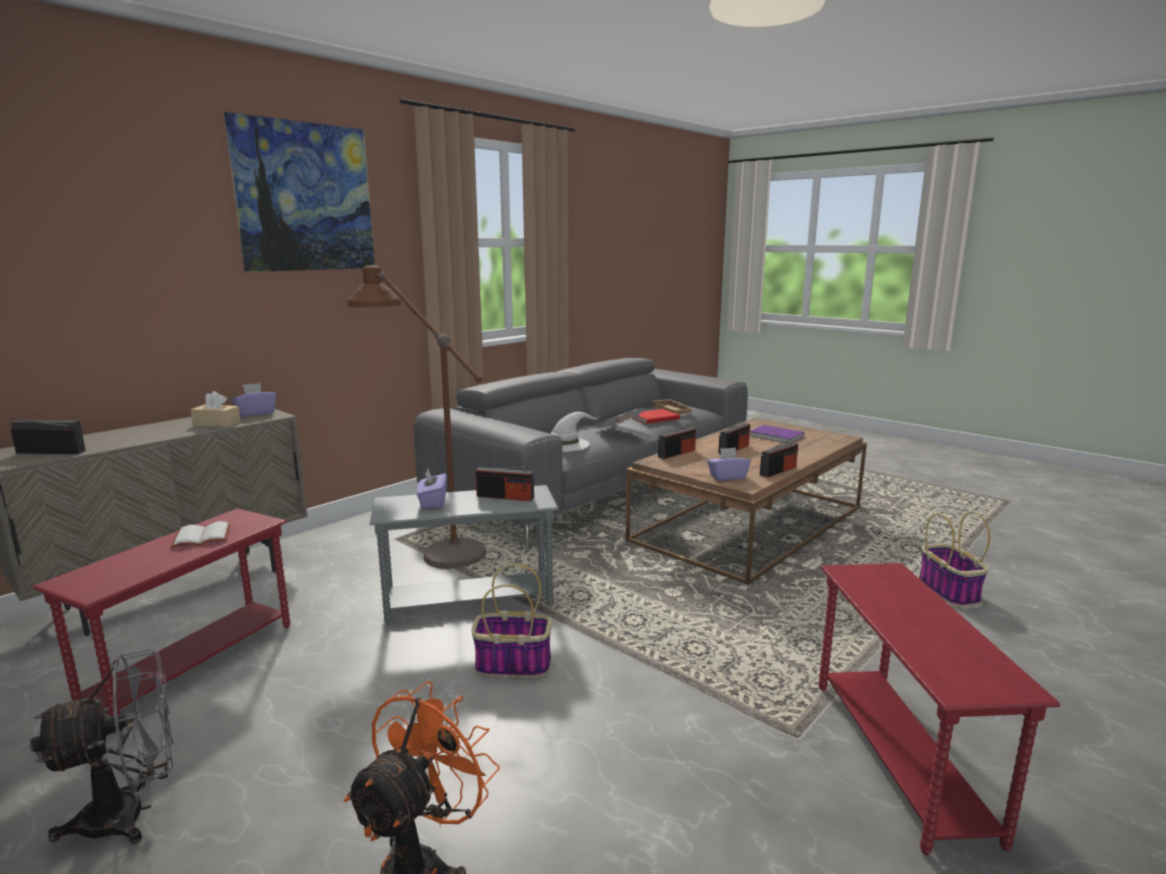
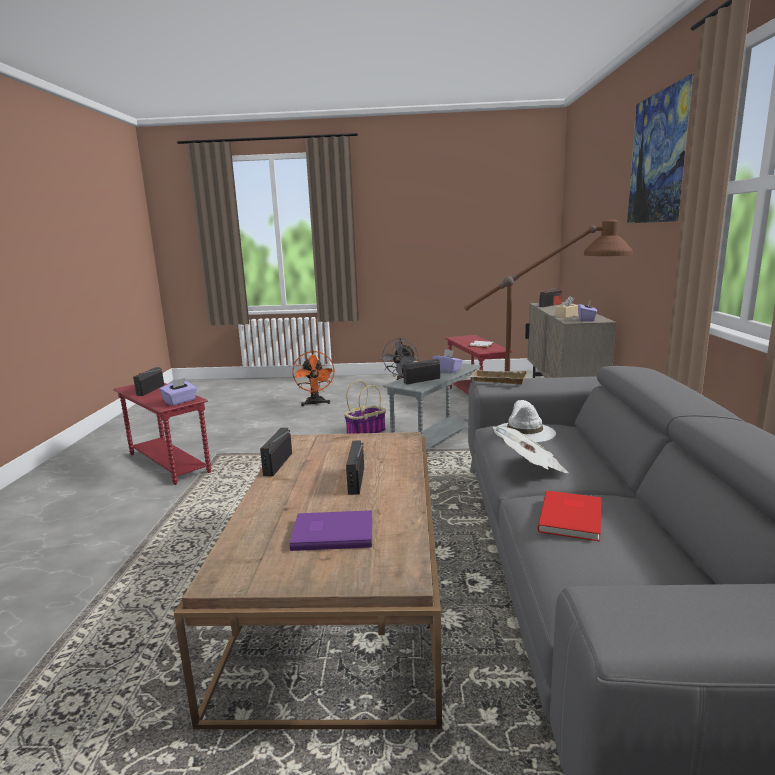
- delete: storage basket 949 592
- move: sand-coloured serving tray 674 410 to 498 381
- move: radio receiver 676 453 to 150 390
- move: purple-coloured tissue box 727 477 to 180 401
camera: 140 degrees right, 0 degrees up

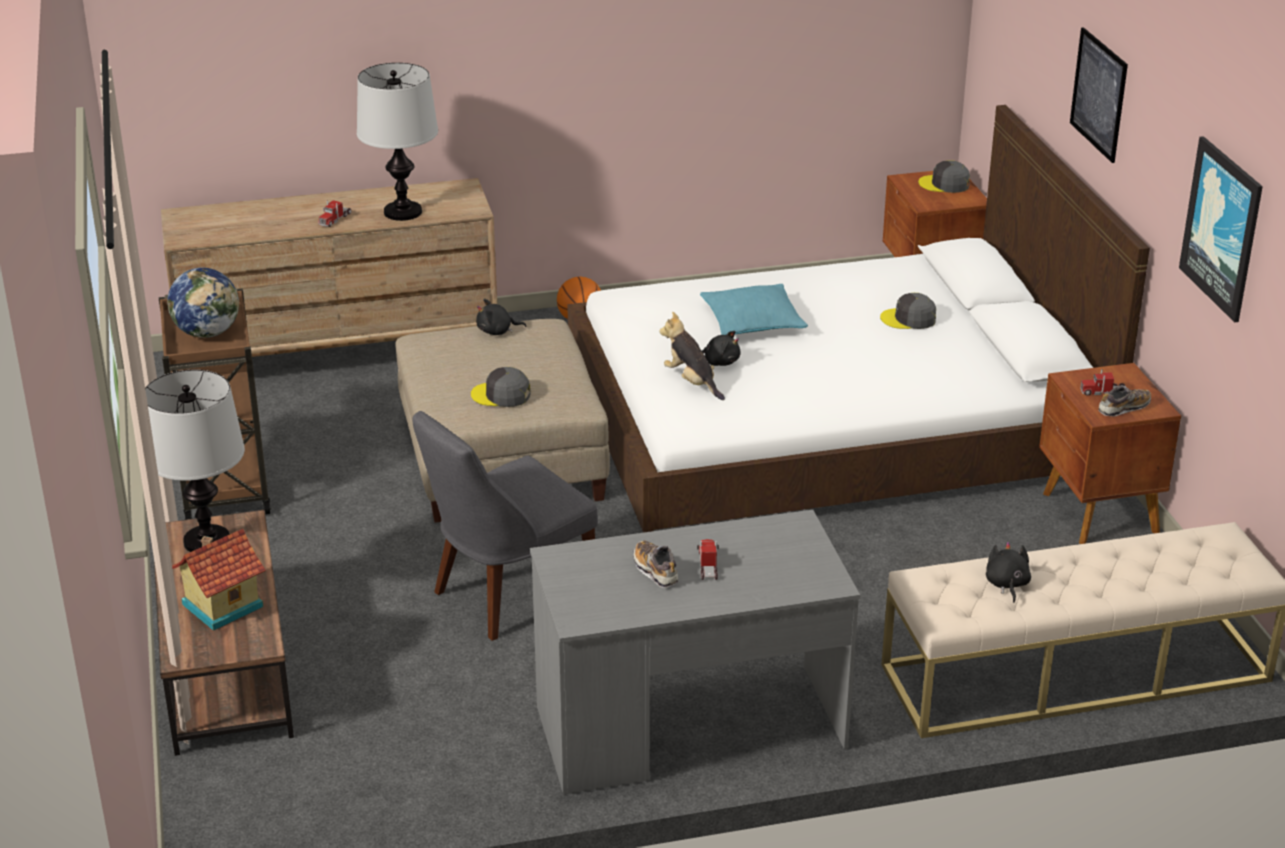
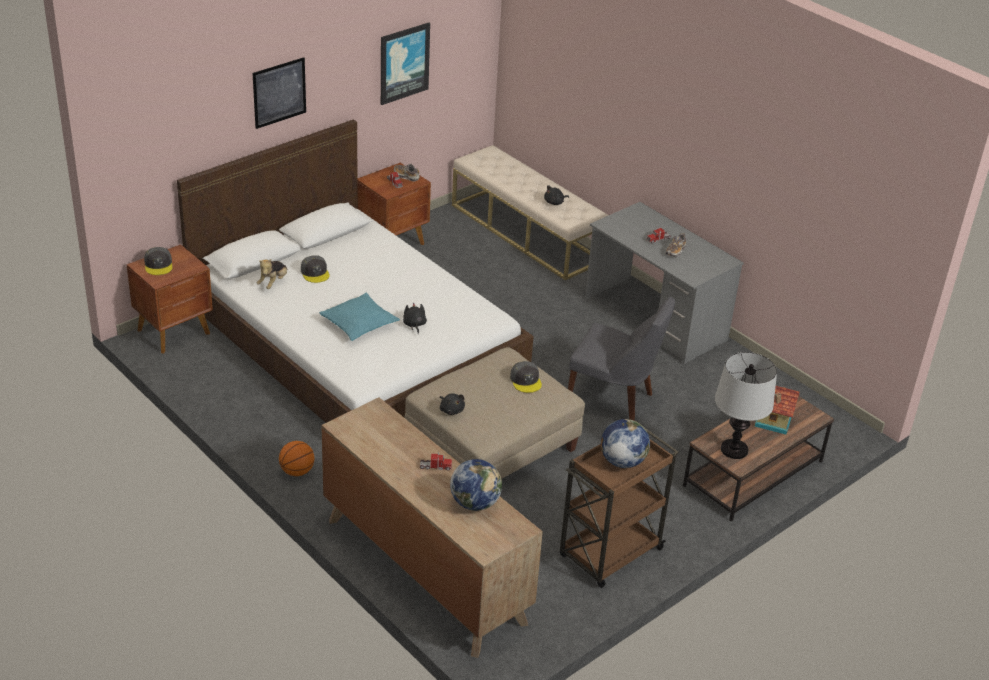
- delete: lamp for a table 403 212
- insert: desk globe 475 503
- move: plush toy 692 382 to 273 282
camera: 120 degrees left, 5 degrees up

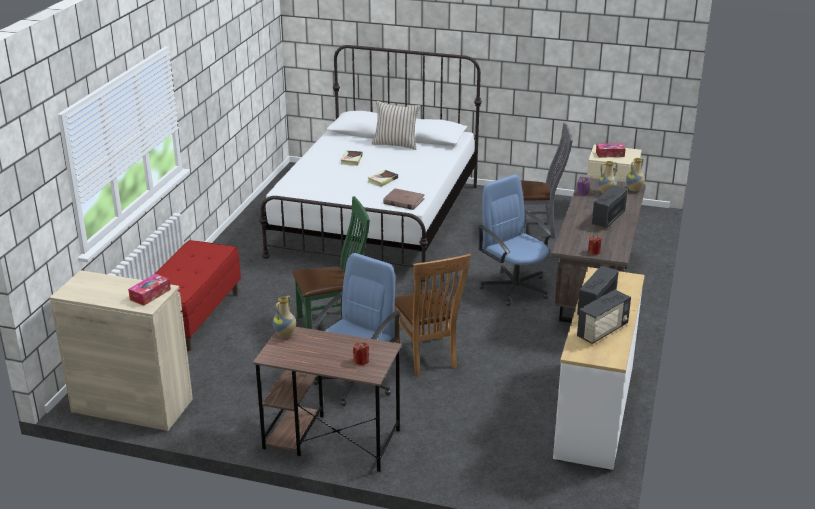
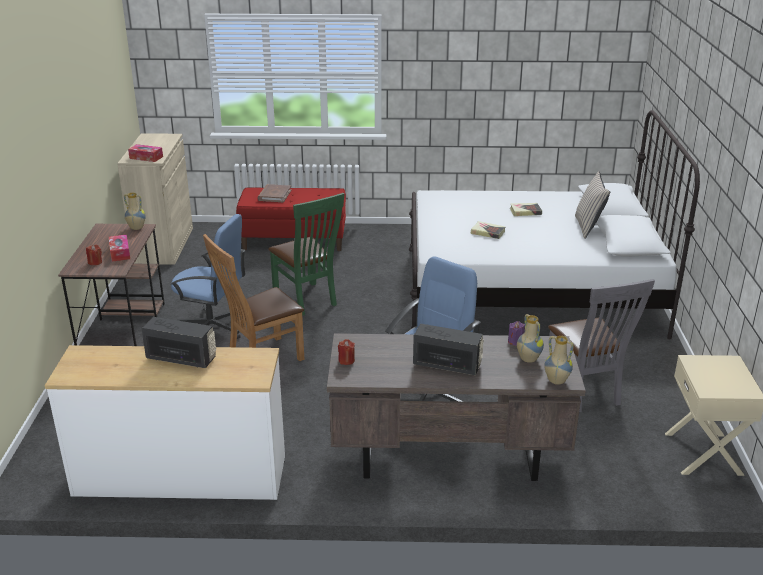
- delete: radio receiver 602 331
- move: brown volume 403 201 to 274 195
- move: tissue box 610 154 to 120 253
camera: 75 degrees right, 0 degrees up

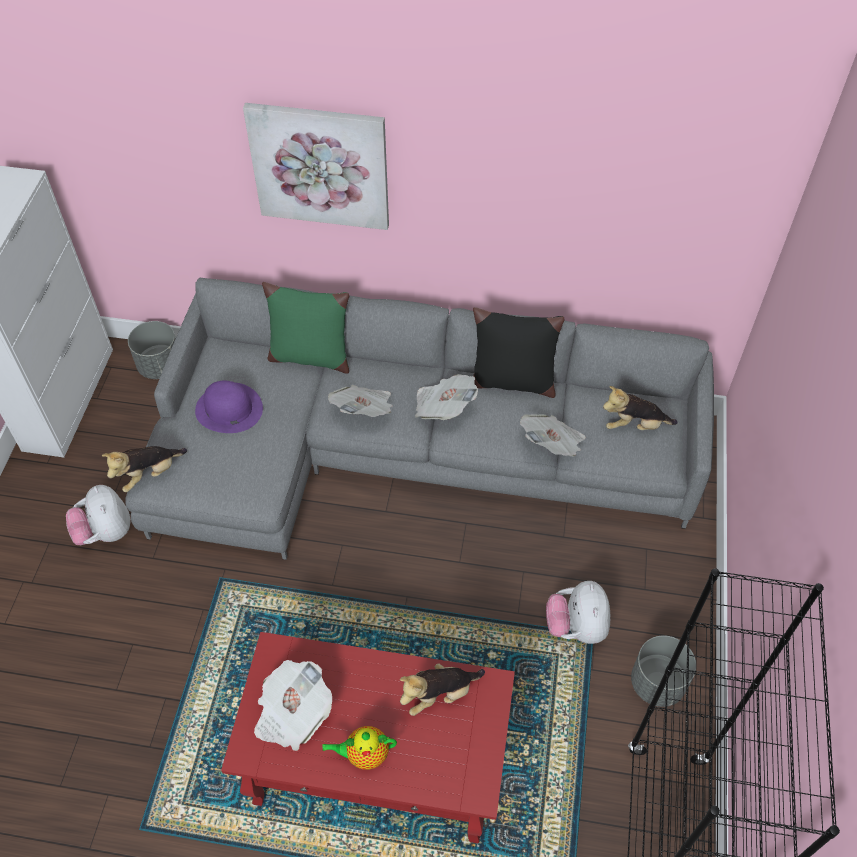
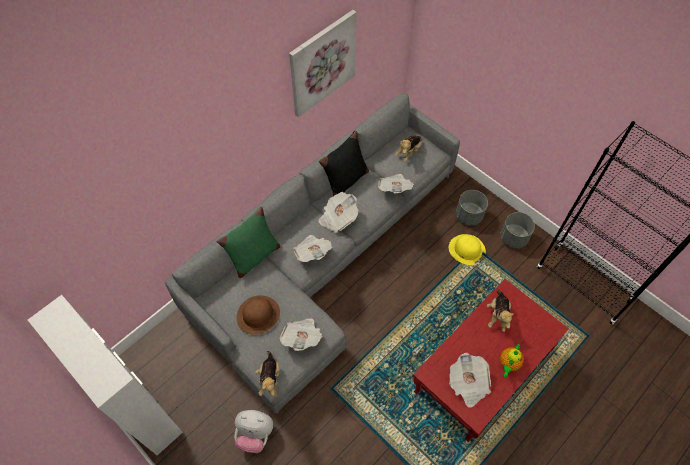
- insert: printed paper 302 337
- move: greyish flower pot 160 366 to 468 215
- move: wall art 320 165 to 322 63
- replace: plush toy 576 627 to yellow-coloured wearable hat 467 250
- recolor: purple-coloured wearable hat 228 409 to brown wearable hat 258 315
camera: 55 degrees left, 5 degrees up

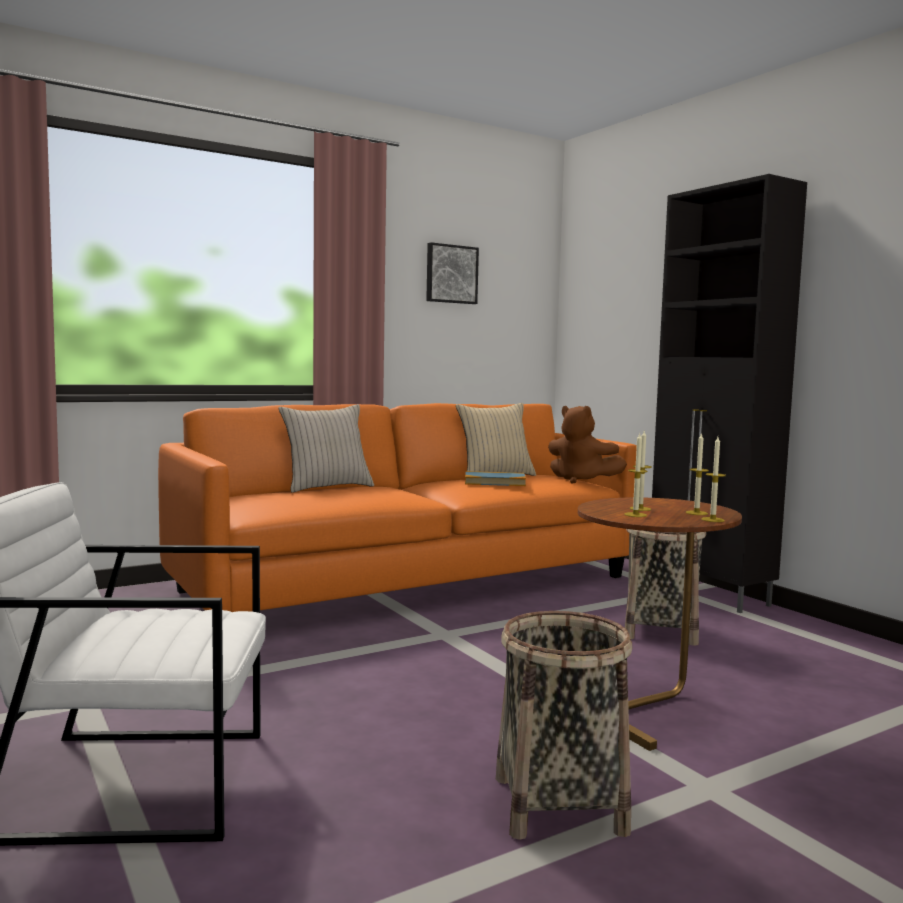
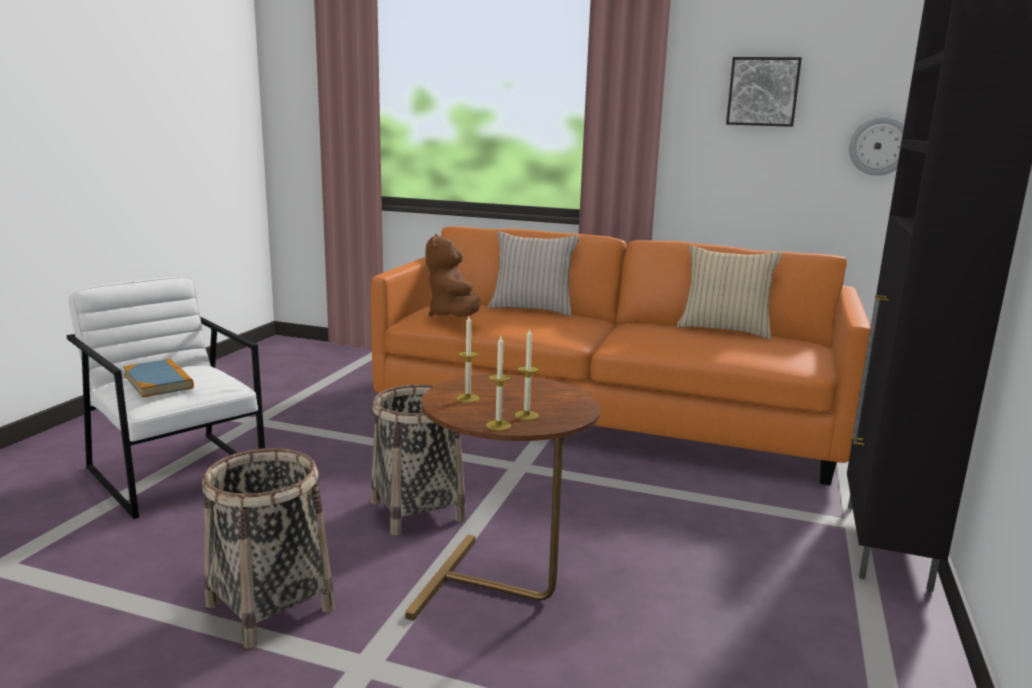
- delete: candle 640 509
- insert: clock on the wall 879 146
- move: volume 494 482 to 158 381
- move: brown plush toy 581 480 to 454 316
- move: storage basket 660 631 to 417 511
camera: 50 degrees right, 10 degrees up

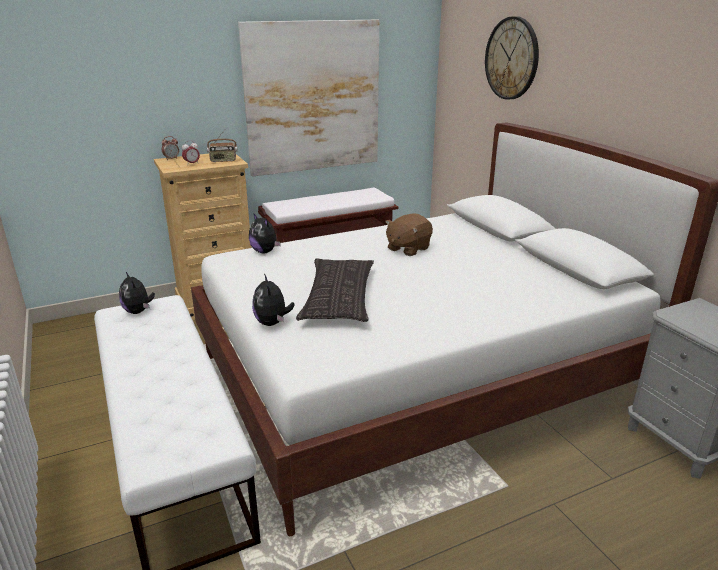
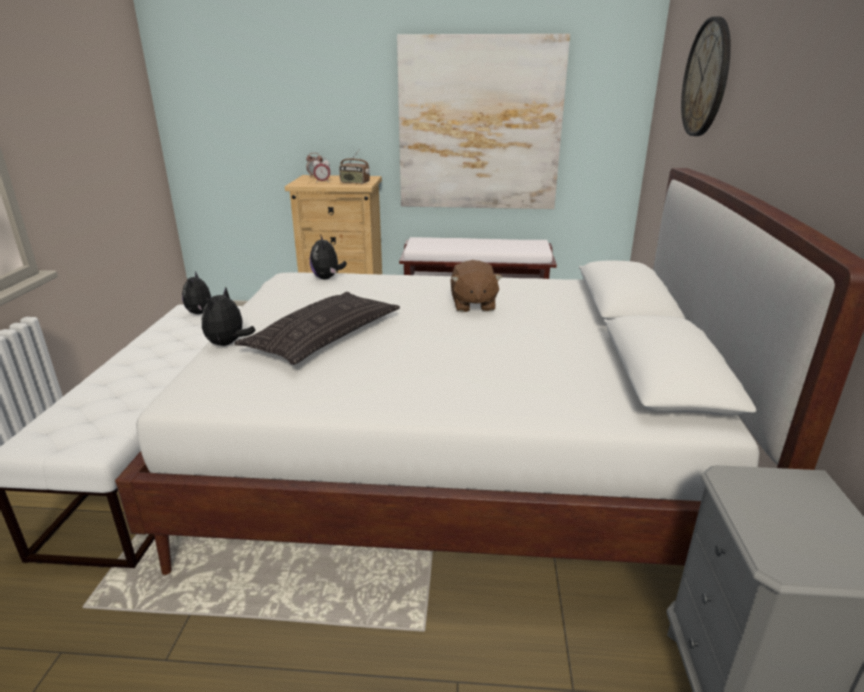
- rotate: brown plush toy 407 249 = 473 305 75 degrees counterclockwise
camera: 30 degrees right, 0 degrees up

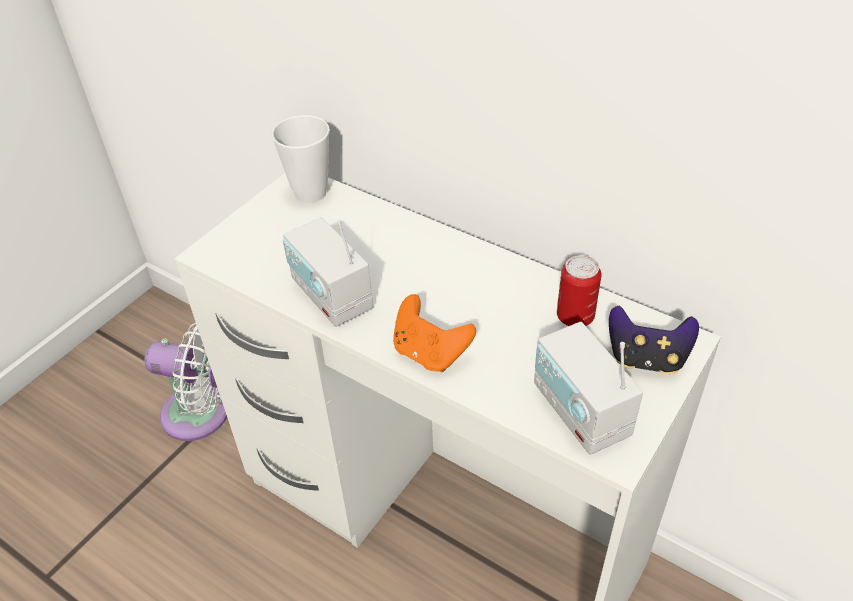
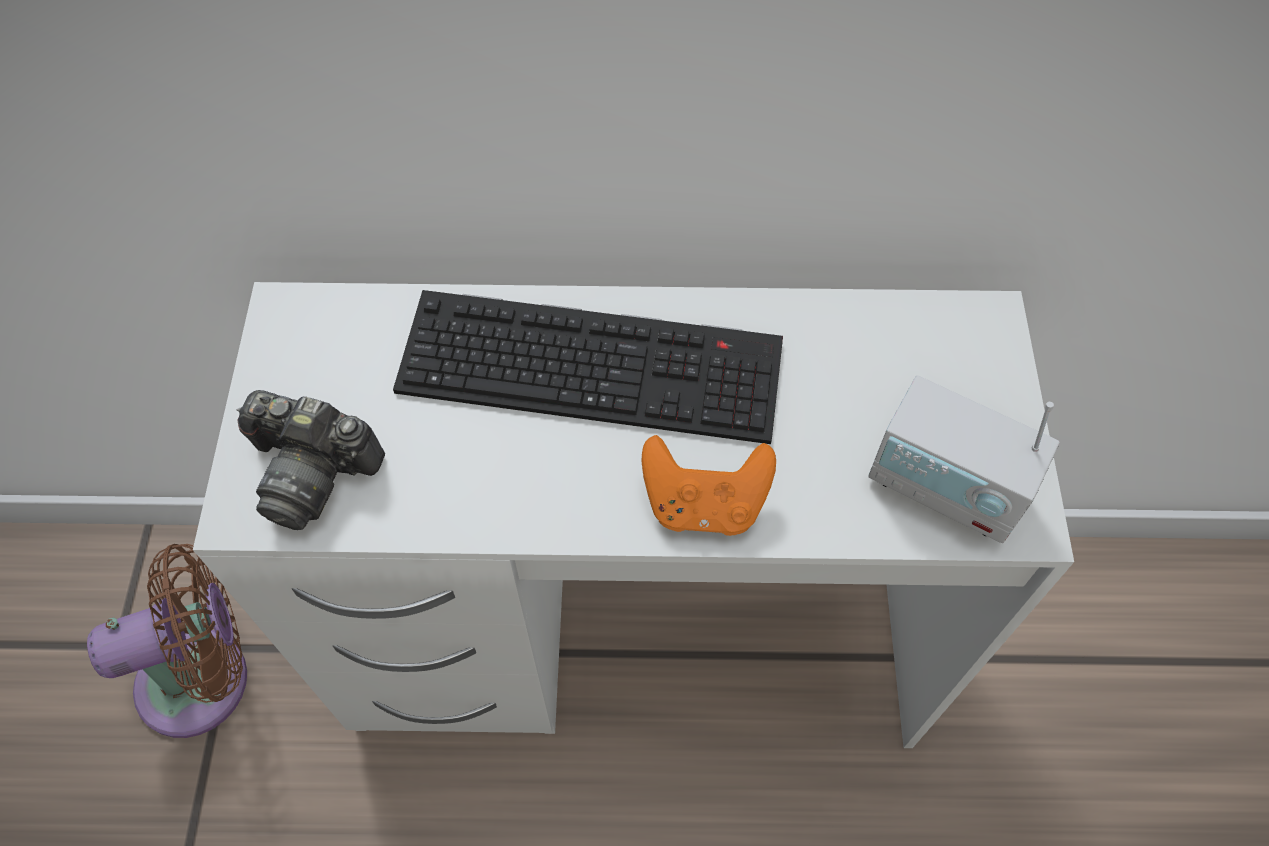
- delete: small cup 310 193
- delete: radio receiver 331 296
- delete: sealed can 575 317
- delete: gamepad 646 359
- insert: still camera 312 471
- insert: PC keyboard 596 363
- recolor: white-coloured fan 203 414 to brown fan 205 678
camera: 35 degrees left, 15 degrees up

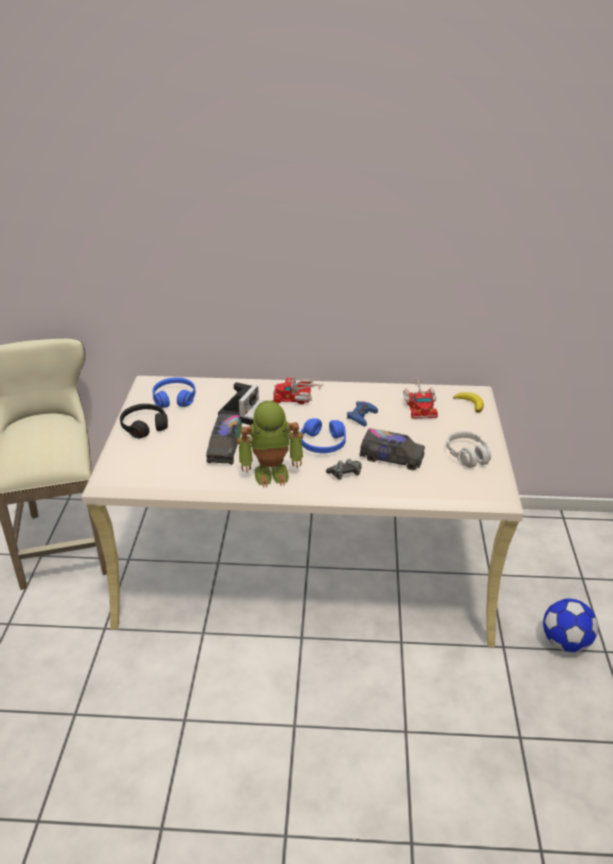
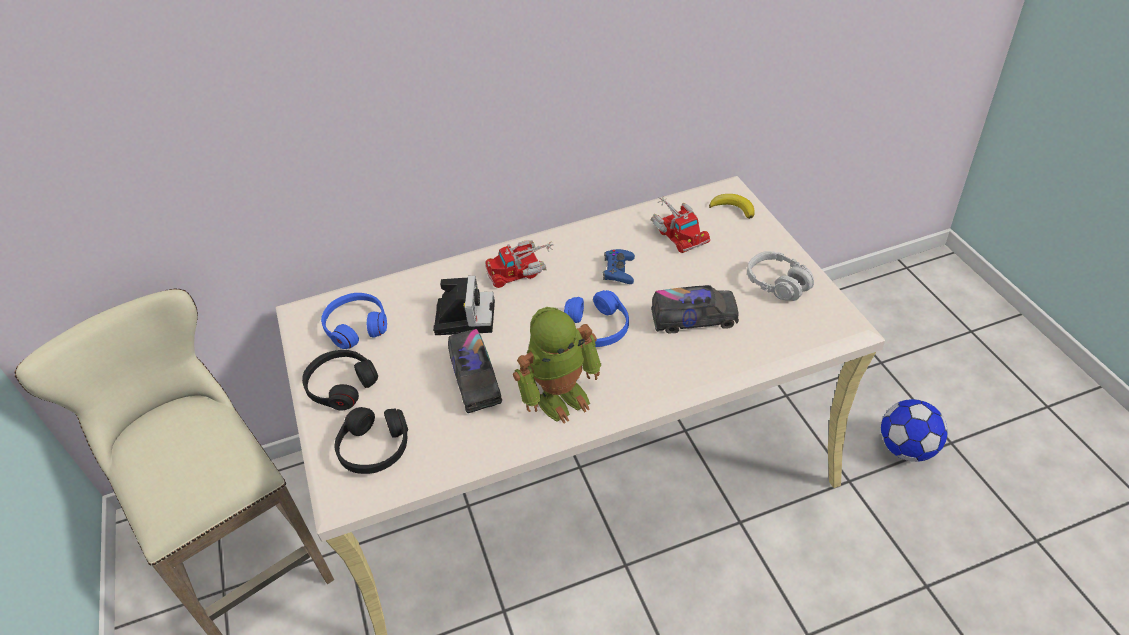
- delete: gamepad 345 474
- insert: black headphones 374 448
camera: 20 degrees left, 10 degrees up

